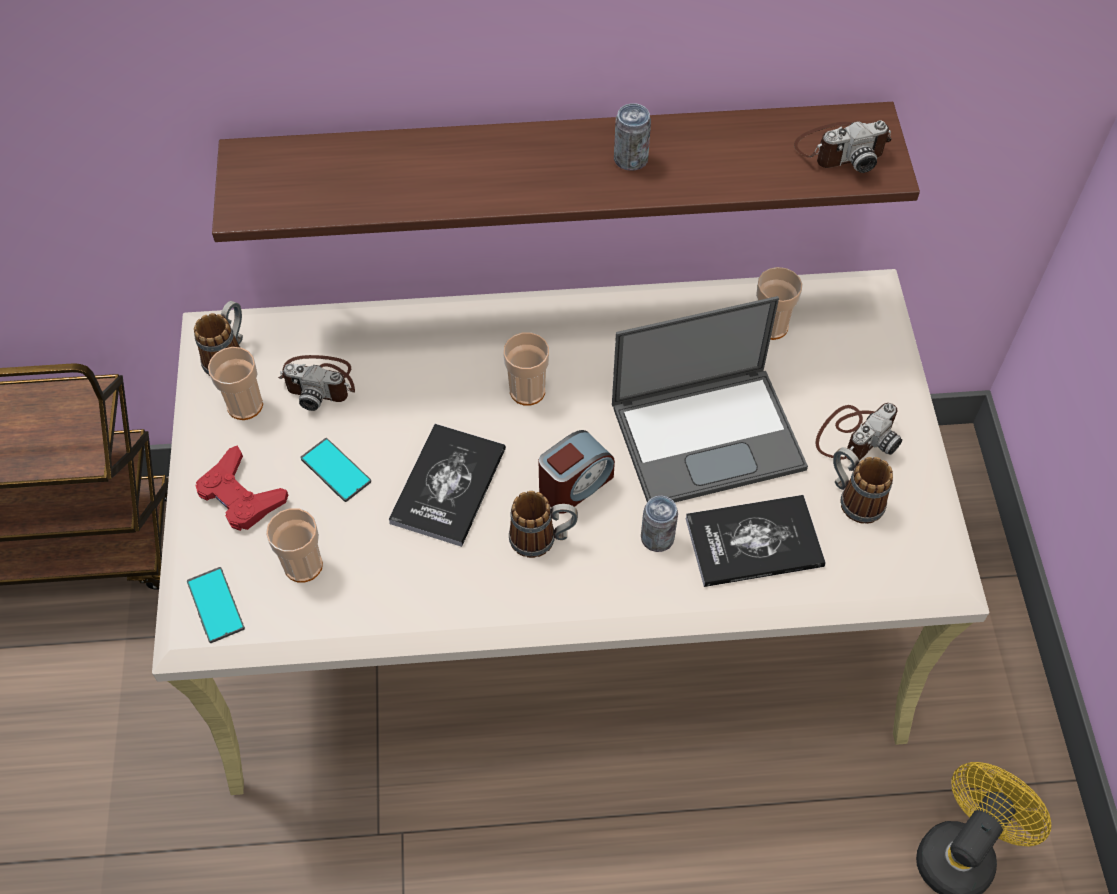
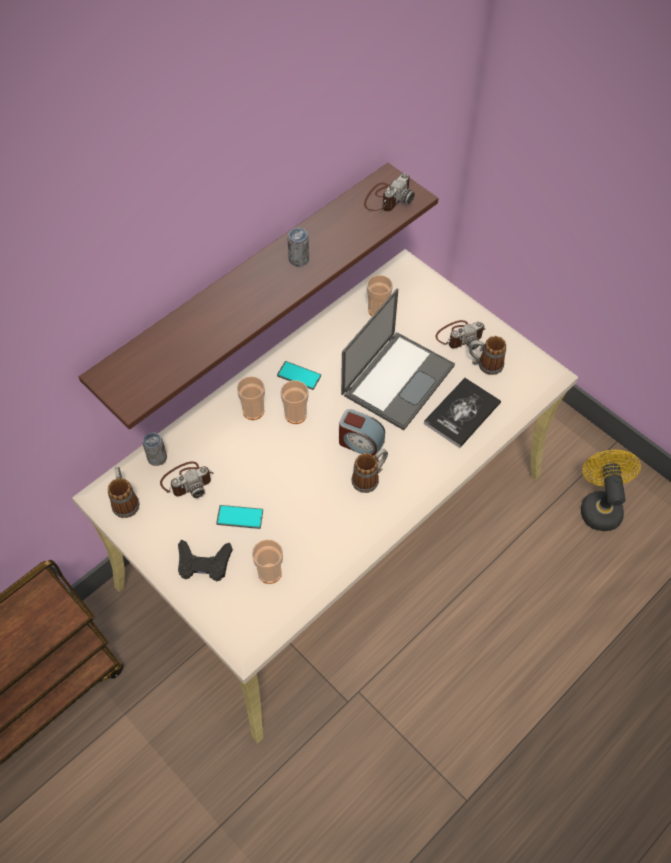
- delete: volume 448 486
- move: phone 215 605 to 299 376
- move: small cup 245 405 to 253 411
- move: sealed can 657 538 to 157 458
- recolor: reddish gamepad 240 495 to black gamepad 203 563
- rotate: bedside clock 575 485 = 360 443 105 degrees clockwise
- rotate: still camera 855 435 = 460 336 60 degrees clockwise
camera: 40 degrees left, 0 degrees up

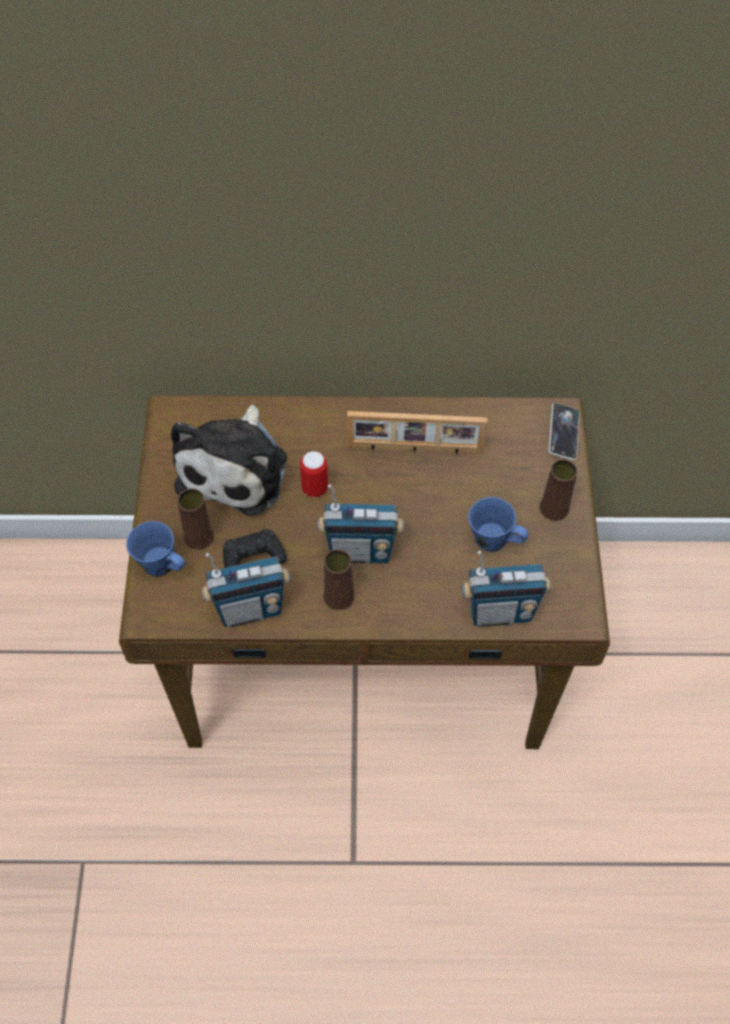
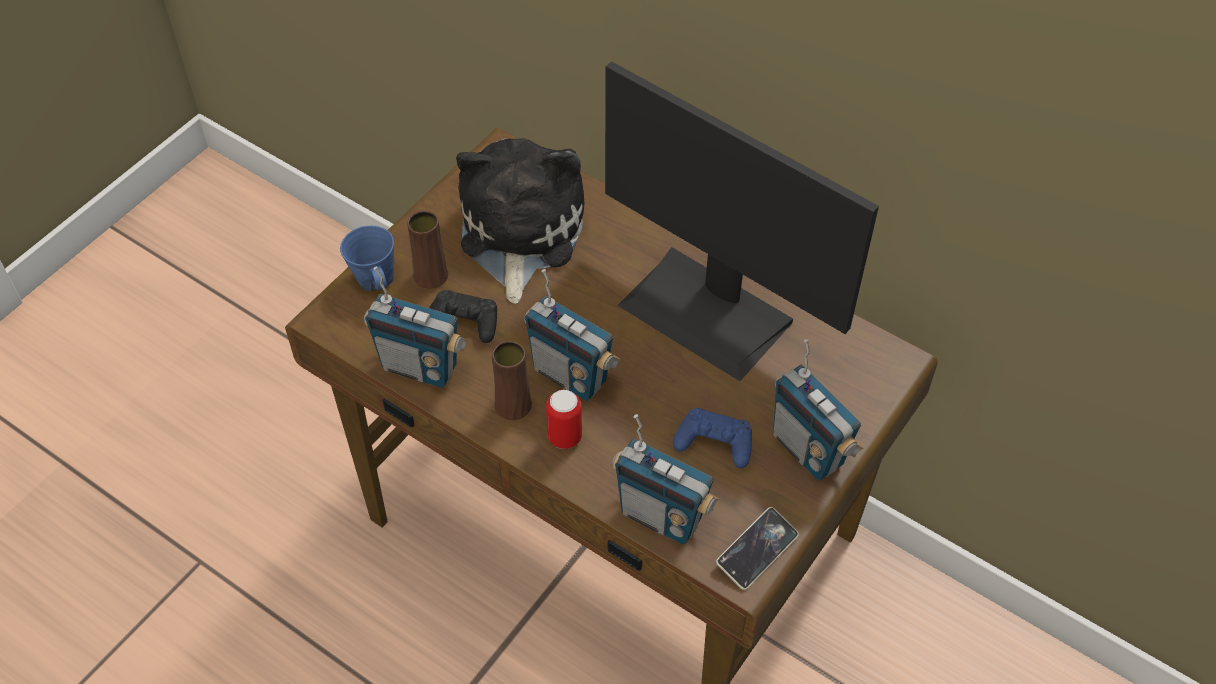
- move: sealed can 315 488 to 565 437
- move: phone 563 434 to 757 551
- replace: standing frame 414 450 to monitor 708 311
- replace: bluish mug 492 540 to bluish gamepad 714 442
- replace: brown vase 554 508 to radio receiver 808 449
- rotate: plush toy 236 468 = 518 233 135 degrees clockwise
camera: 35 degrees right, 5 degrees down

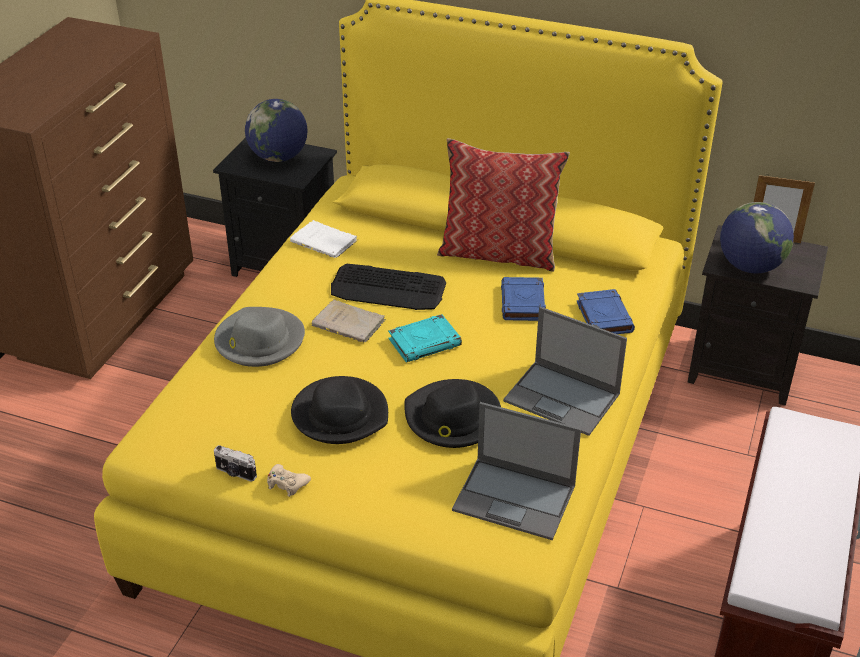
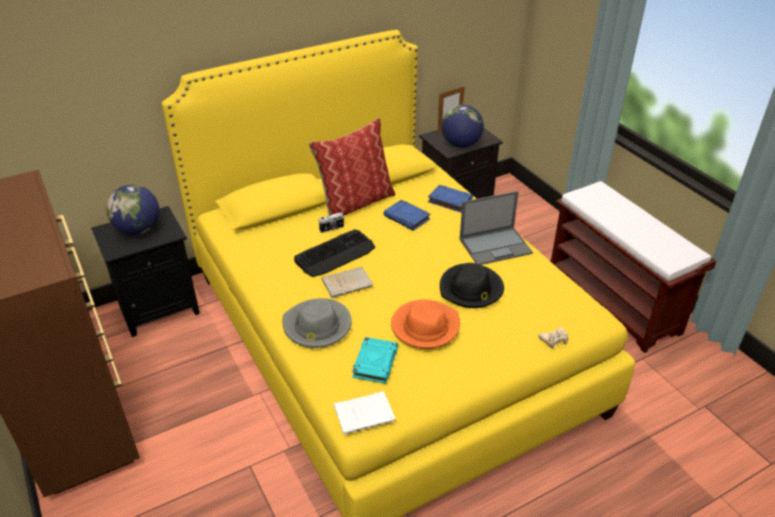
- delete: laptop 515 498
- move: still camera 235 473 to 332 229
- move: sand-coloured gamepad 287 484 to 554 340
- move: white-coloured volume 325 242 to 366 414
- move: blue-green volume 425 342 to 375 362
- recolor: black wearable hat 340 414 to orangey wearable hat 425 327
camera: 50 degrees left, 0 degrees up

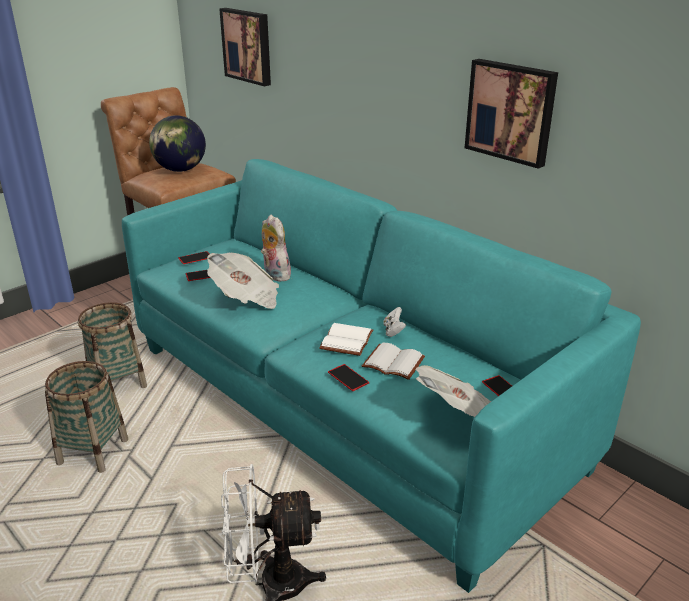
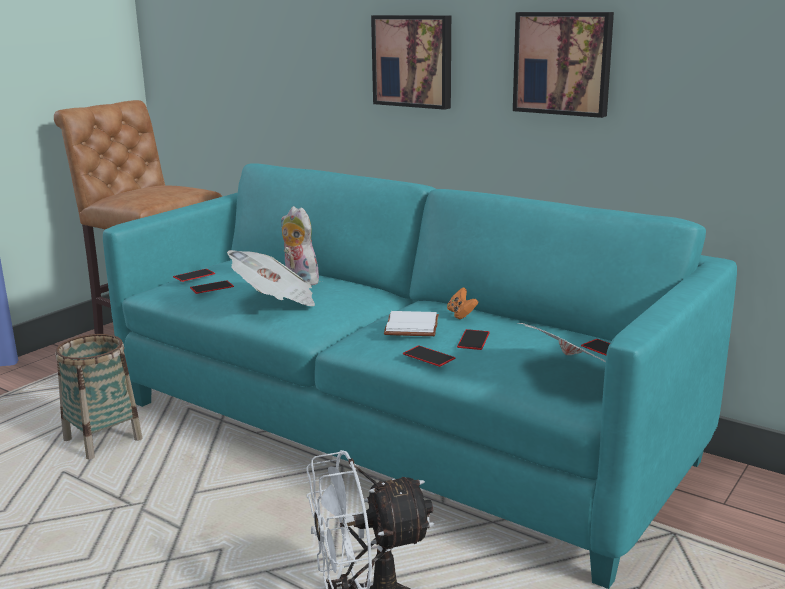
- delete: storage basket 93 452
- delete: desk globe 181 170
- move: wall art 248 46 to 413 61
- replace: white-coloured volume 392 363 to phone 473 340
- recolor: white-coloured gamepad 393 331 to orangey gamepad 461 314
camera: 10 degrees left, 10 degrees down

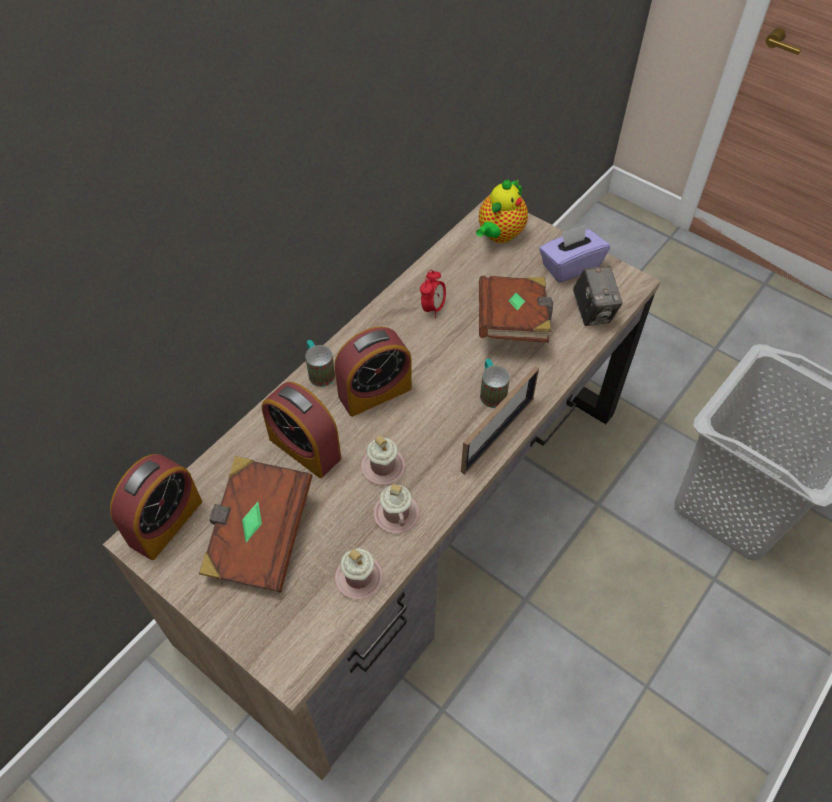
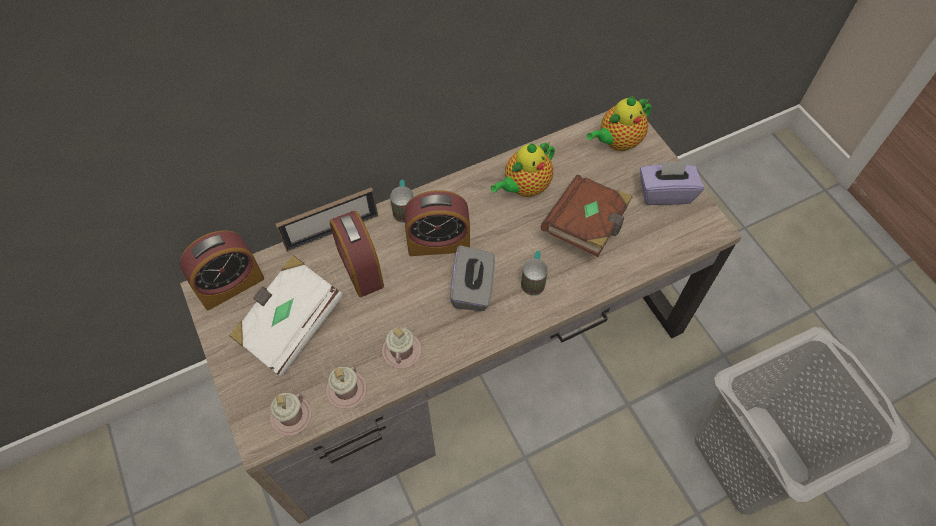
- delete: still camera 593 312
- insert: greyish tissue box 473 289
- move: pink mug 383 466 to 291 416
- move: standing frame 497 434 to 332 232
- replace: bedside clock 433 308 to tea pot 524 188
- recolor: brown volume 258 535 to white-coloured volume 290 324
camera: 25 degrees right, 5 degrees up

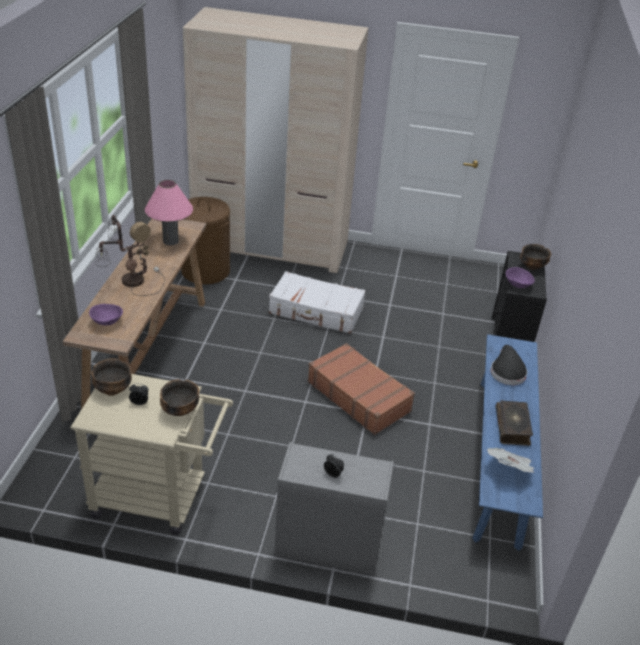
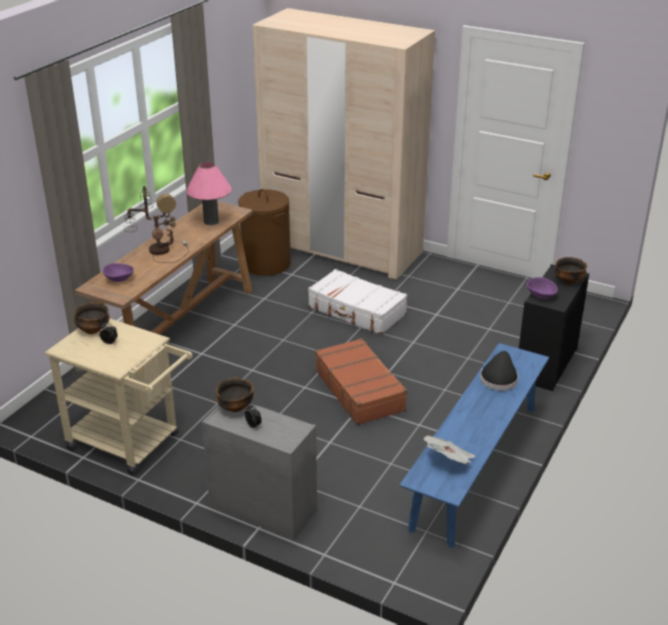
- delete: volume 513 427
- move: serving bowl 179 410 to 235 407
camera: 20 degrees right, 5 degrees down

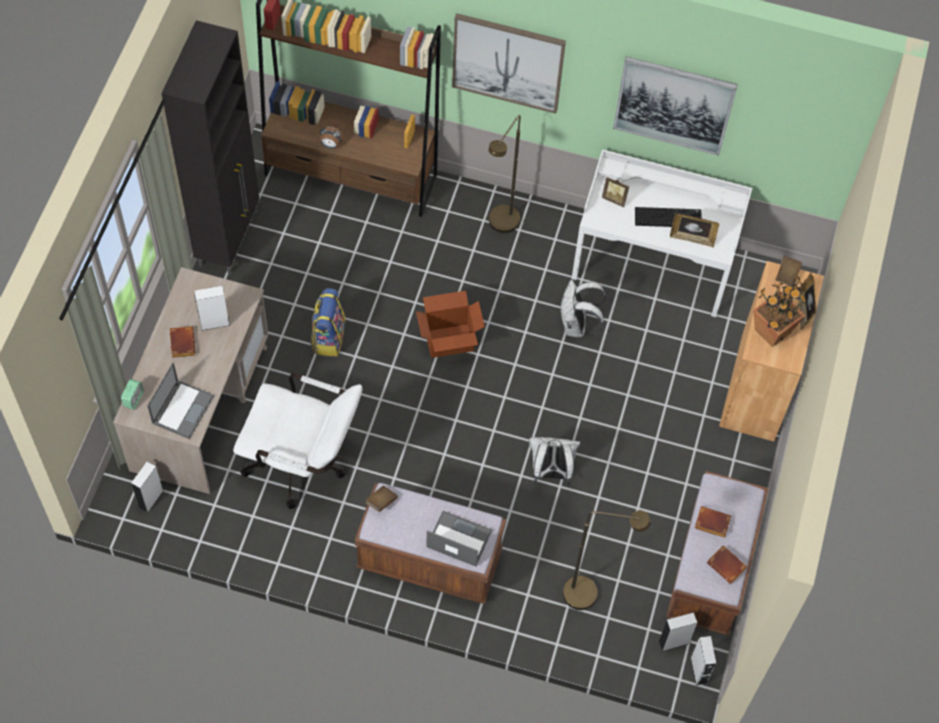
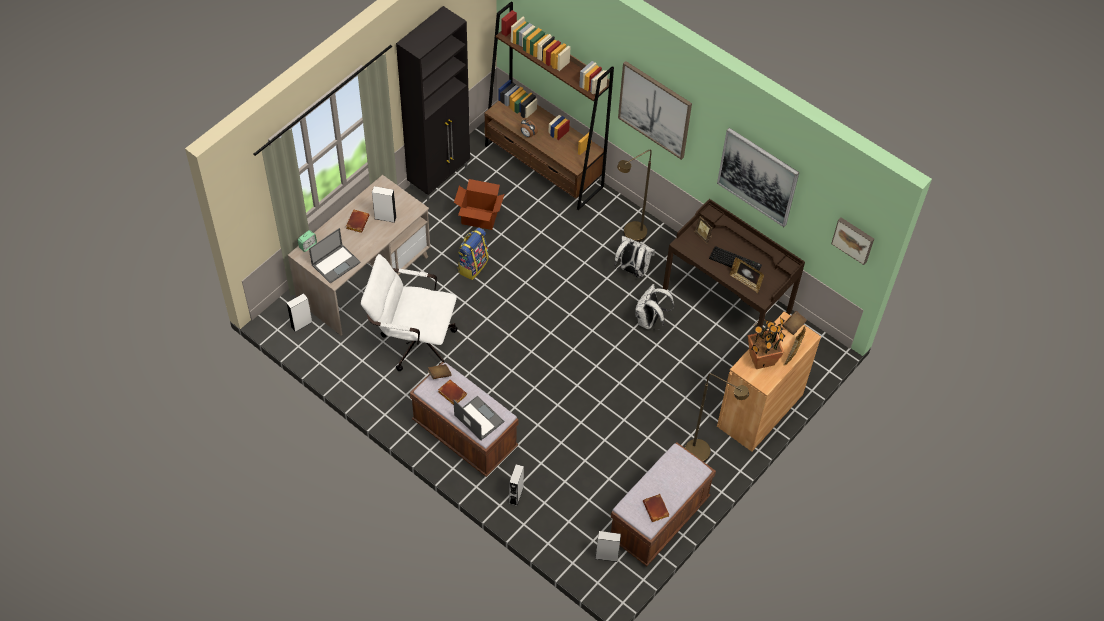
- insert: wall art 853 239
- move: packing box 449 341 to 479 218
- move: white-coloured knapsack 551 473 to 632 270
- move: brown standard lamp 590 594 to 704 455
- move: greyish speaker 699 670 to 516 495
- move: brown volume 711 524 to 451 394
- recolor: white-coloured desk unit 653 264 to brown desk unit 727 300
- rotate: white-coloured computer chair 303 464 = 412 341 150 degrees clockwise
camera: 25 degrees right, 5 degrees down

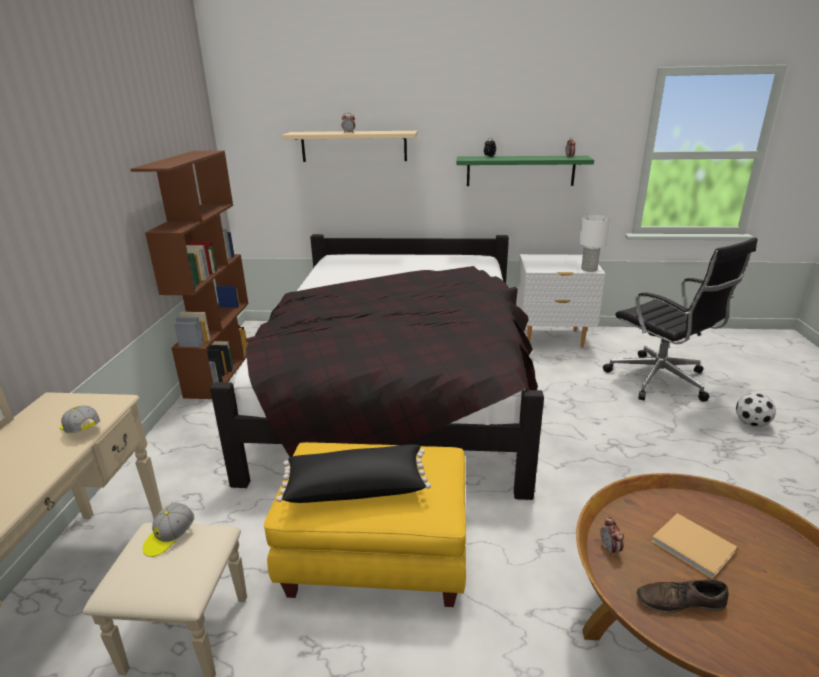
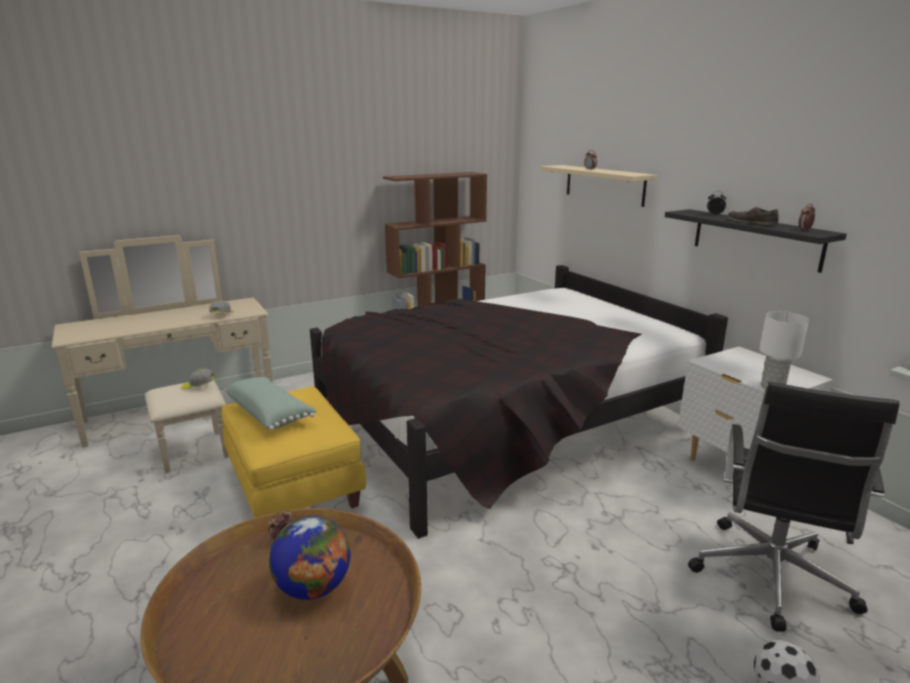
- move: brown low shoe 679 602 to 751 222
- replace: sand-coloured volume 695 548 to desk globe 313 588
- recolor: black cushion 356 486 to greenish cushion 270 414
- recolor: greenish shelf 520 171 to black shelf 755 239
camera: 55 degrees right, 5 degrees down

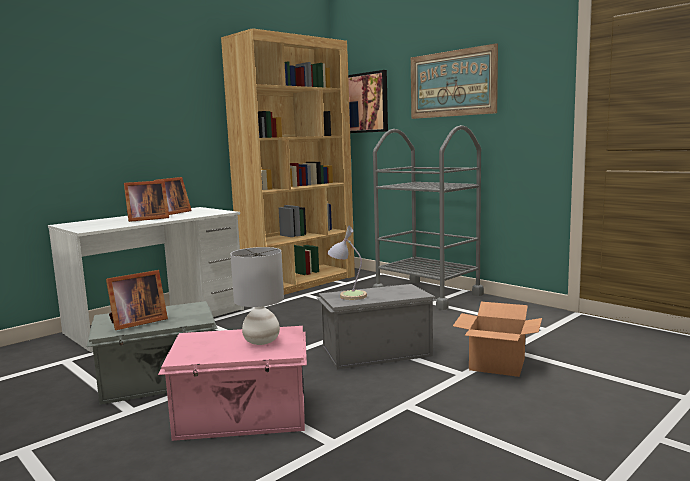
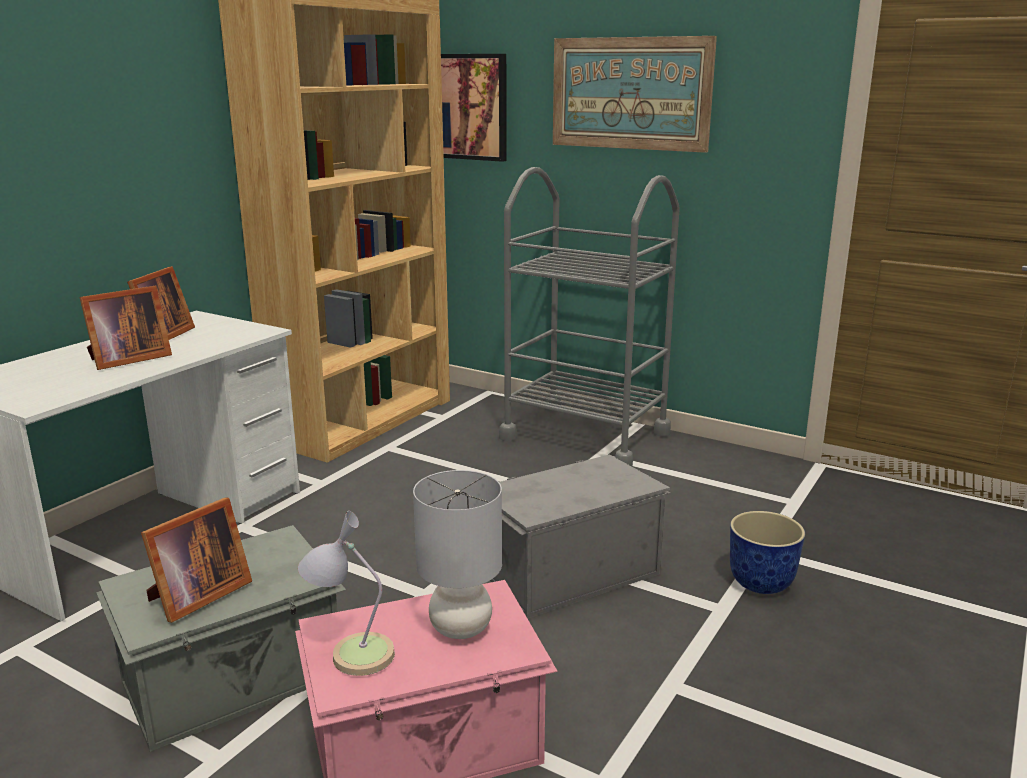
- move: lamp for a table 347 295 to 350 653
- replace: packing box 498 364 to flower pot 761 583
camera: 15 degrees left, 10 degrees up

